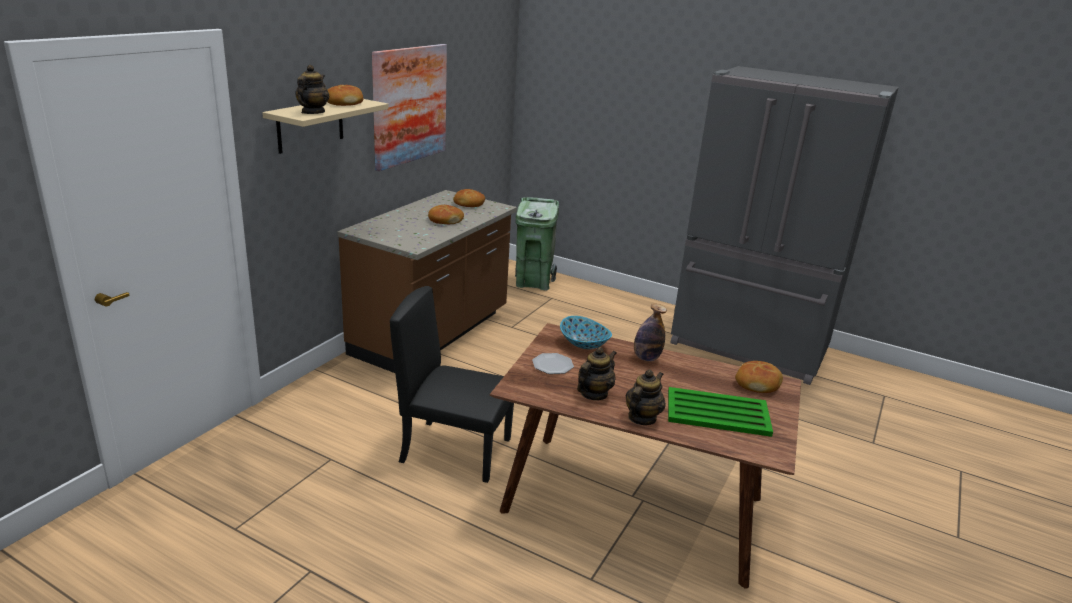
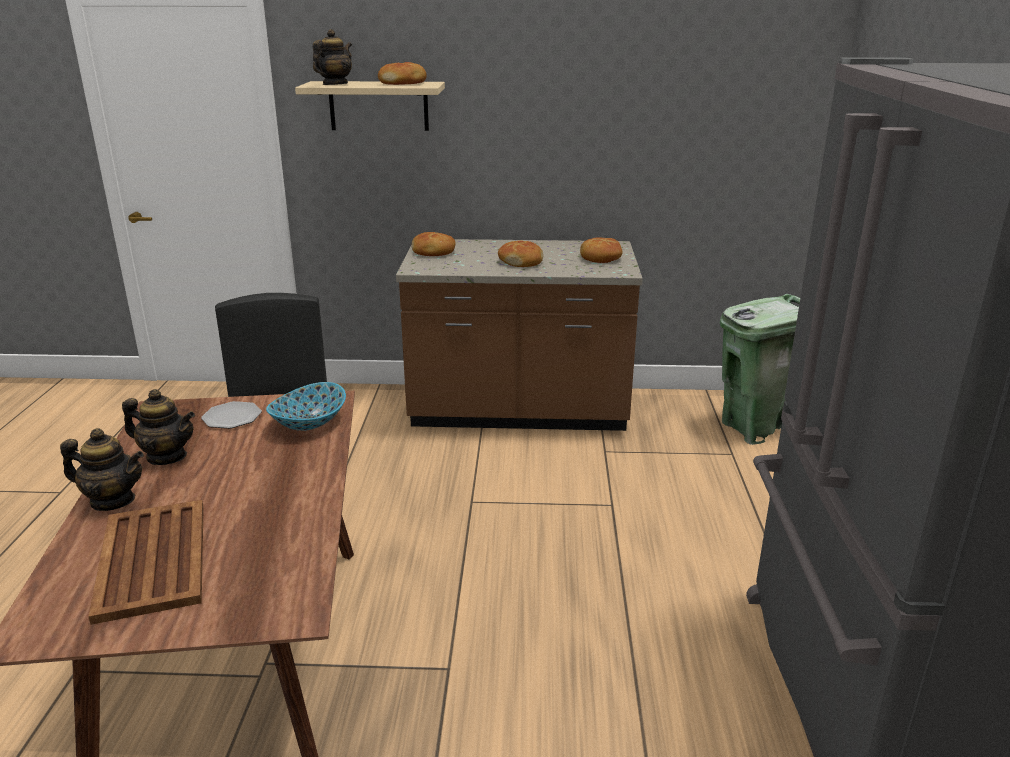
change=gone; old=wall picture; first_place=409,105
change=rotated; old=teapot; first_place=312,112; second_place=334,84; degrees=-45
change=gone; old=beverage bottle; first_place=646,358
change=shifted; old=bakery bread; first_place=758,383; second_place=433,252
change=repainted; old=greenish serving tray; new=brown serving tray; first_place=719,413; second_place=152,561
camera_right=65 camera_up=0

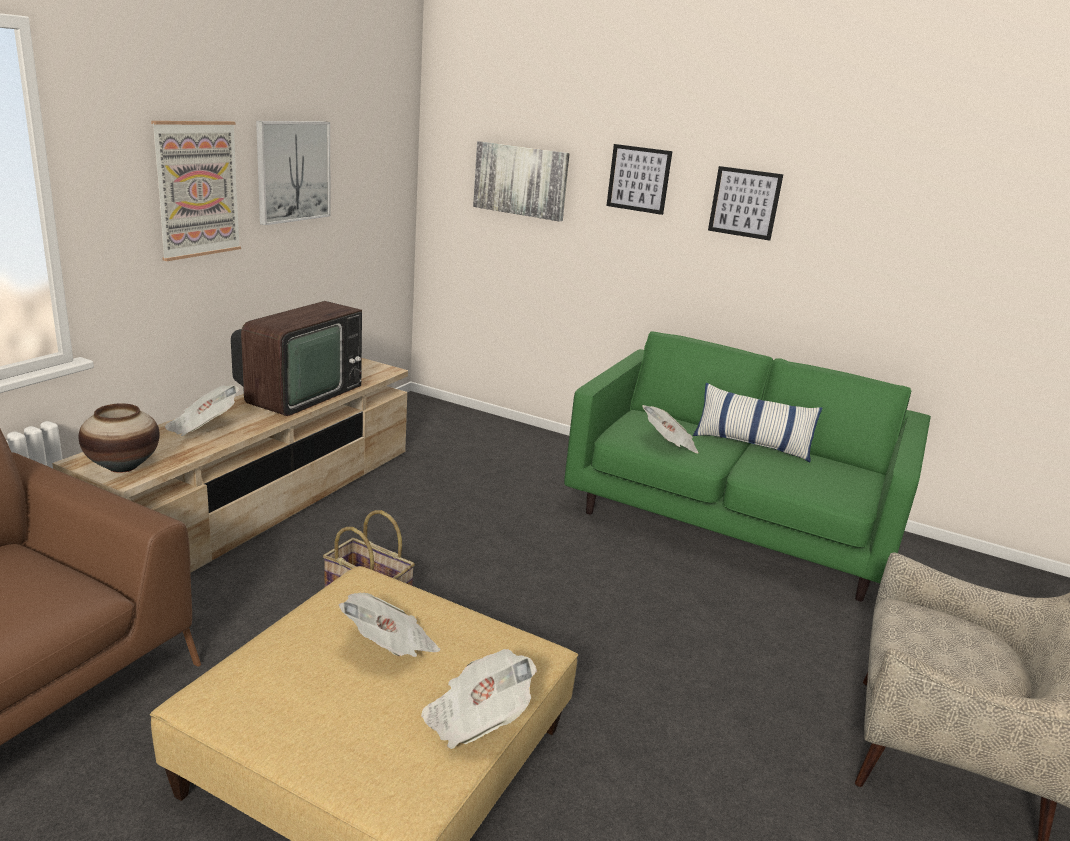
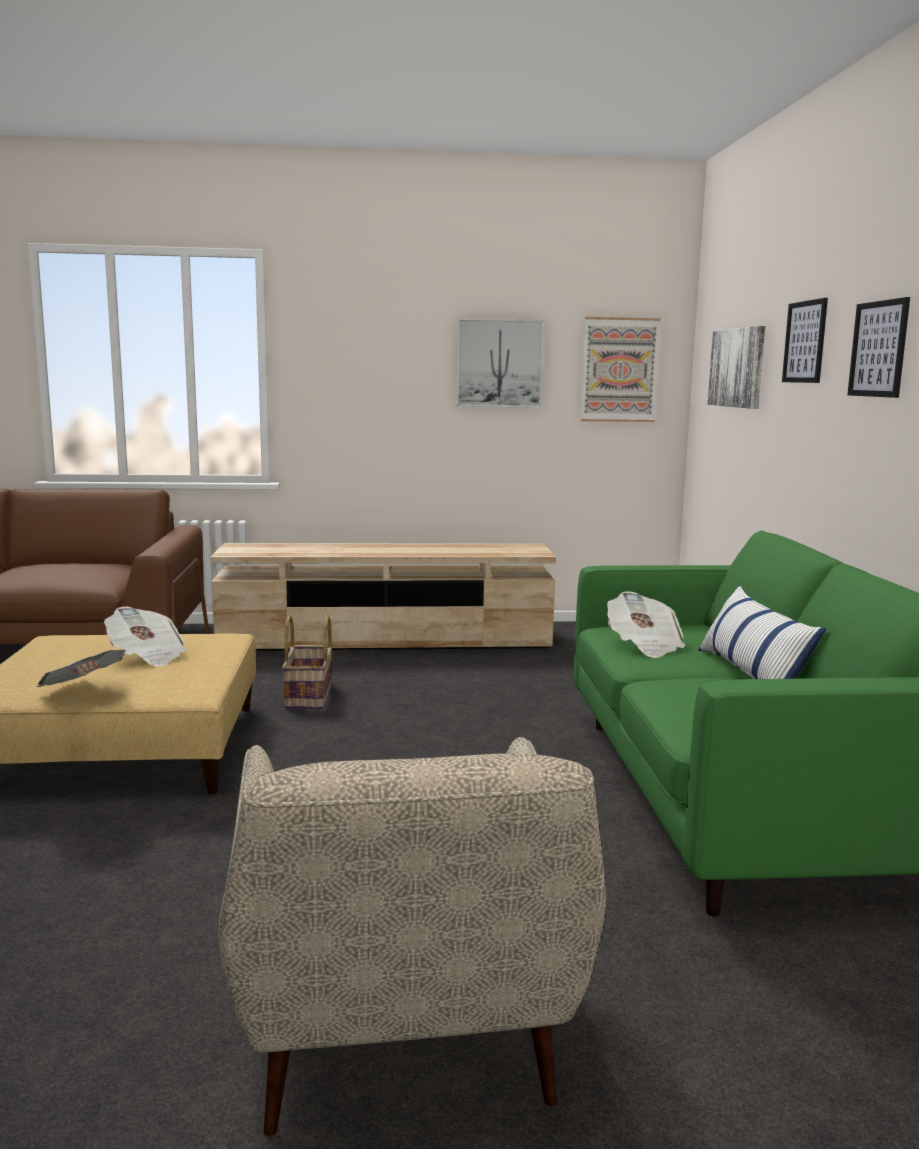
change=shifted; old=wall picture; first_place=197,189; second_place=619,370
change=gone; old=TV set; first_place=298,394
change=gone; old=printed paper; first_place=203,427
change=gone; old=flower vase; first_place=122,467
camera_right=60 camera_up=-10

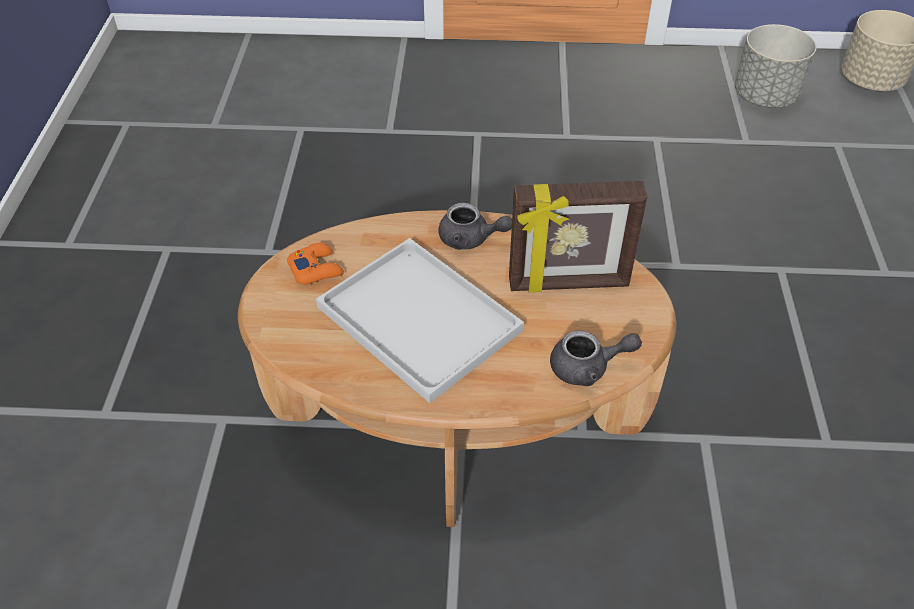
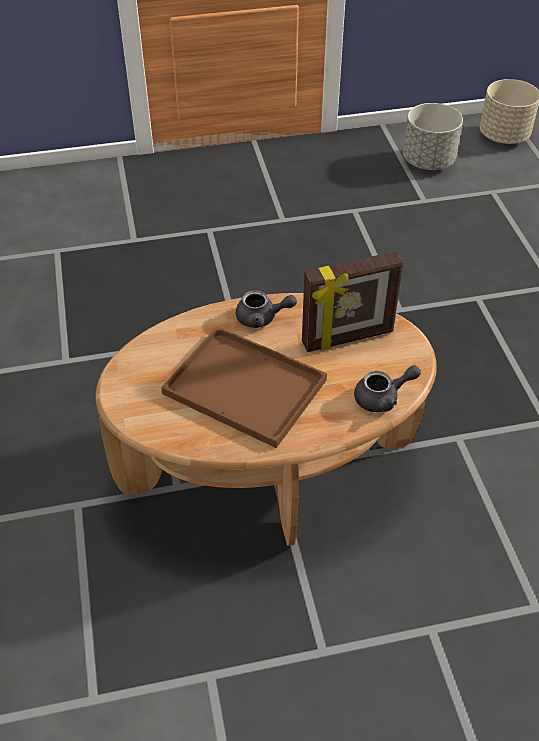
change=repainted; old=white serving tray; new=brown serving tray; first_place=415,318; second_place=241,387
change=gone; old=orange gamepad; first_place=316,269
camera_right=-15 camera_up=0

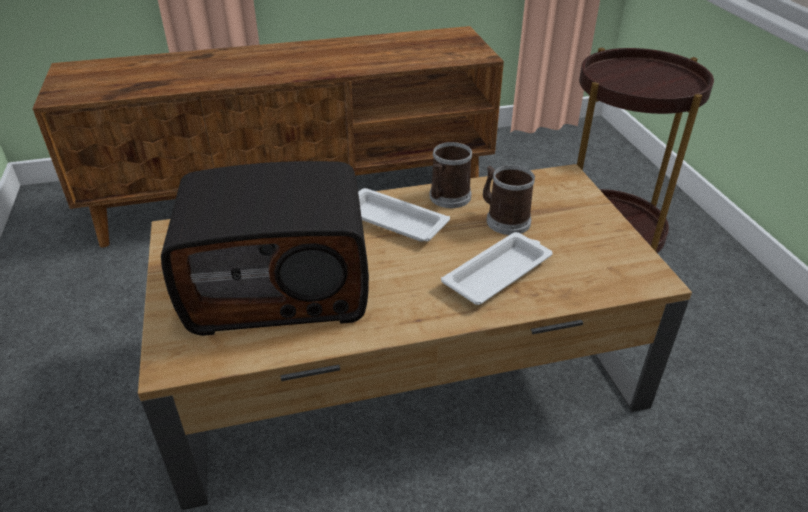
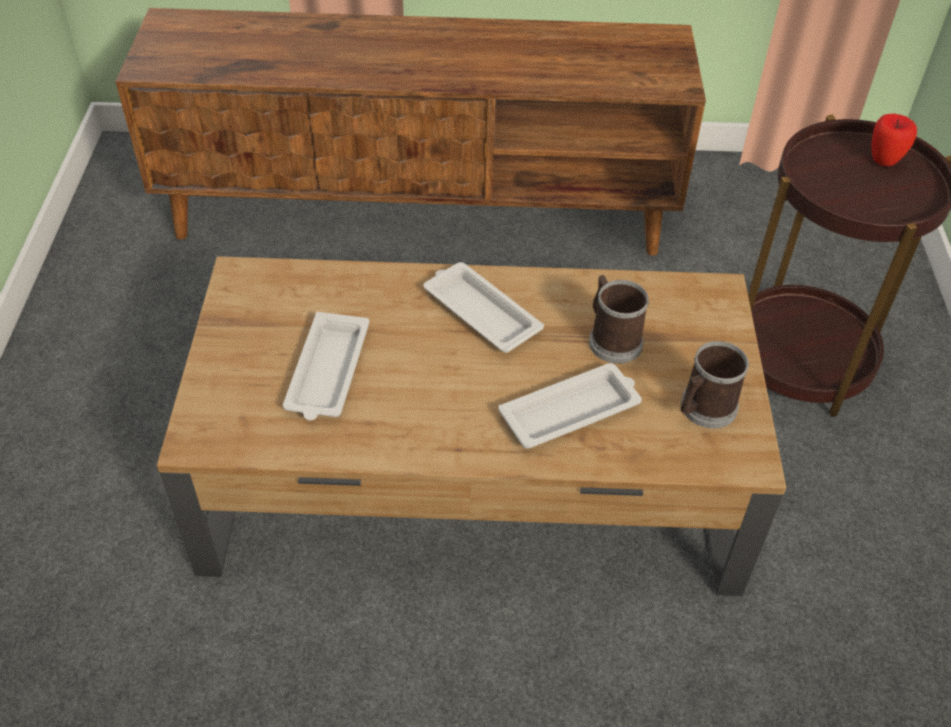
change=shifted; old=mug; first_place=447,198; second_place=704,409
change=swapped; old=radio; new=white serving tray; first_place=280,286; second_place=327,373
change=new; new=apple; second_place=884,160
camera_right=15 camera_up=10

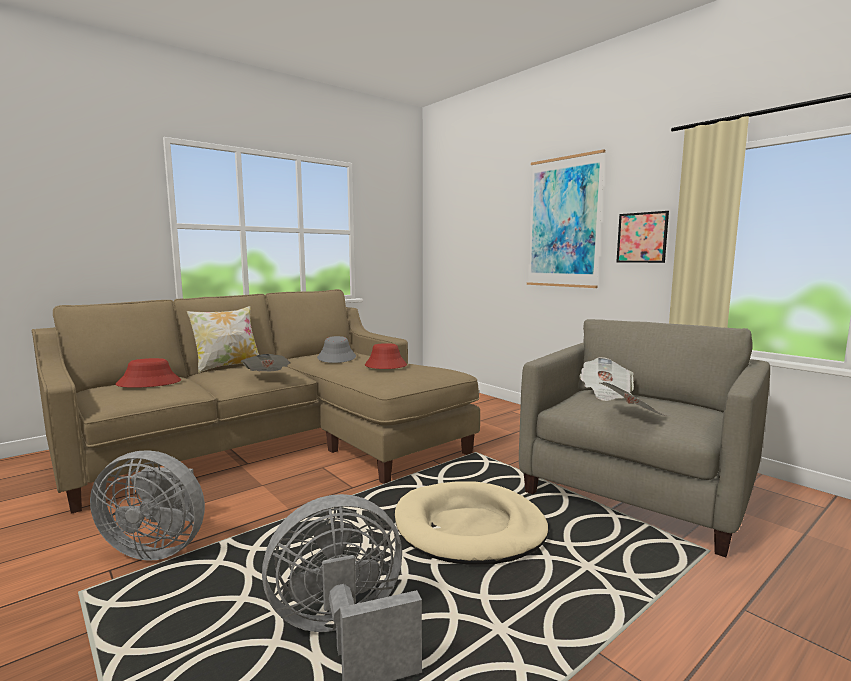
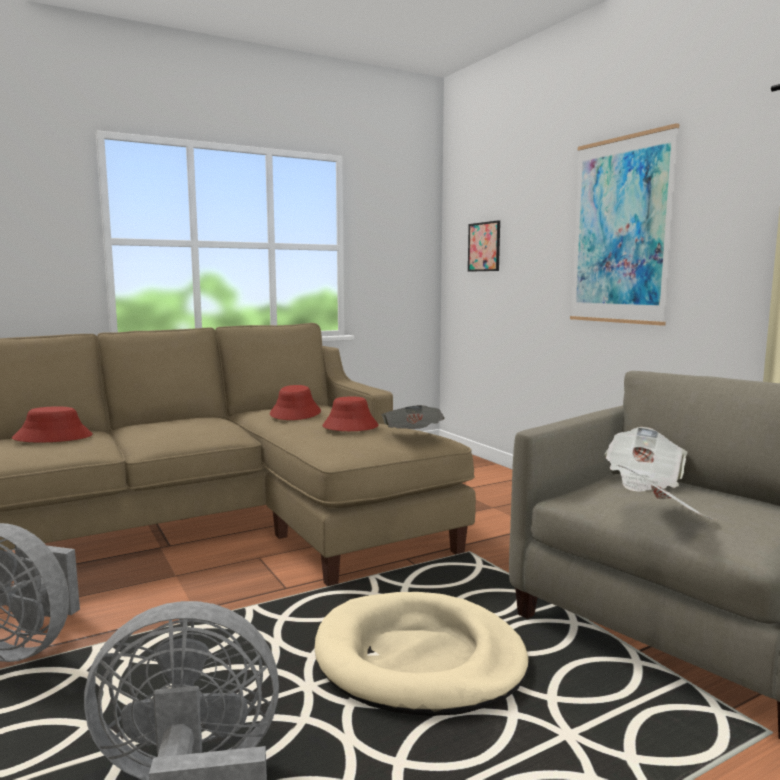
change=shifted; old=wall picture; first_place=642,237; second_place=484,246
change=gone; old=pillow; first_place=227,366
change=repainted; old=gray hat; new=red-coloured hat; first_place=337,357; second_place=295,413
change=shifted; old=printed paper; first_place=267,376; second_place=413,436
camera_right=10 camera_up=0

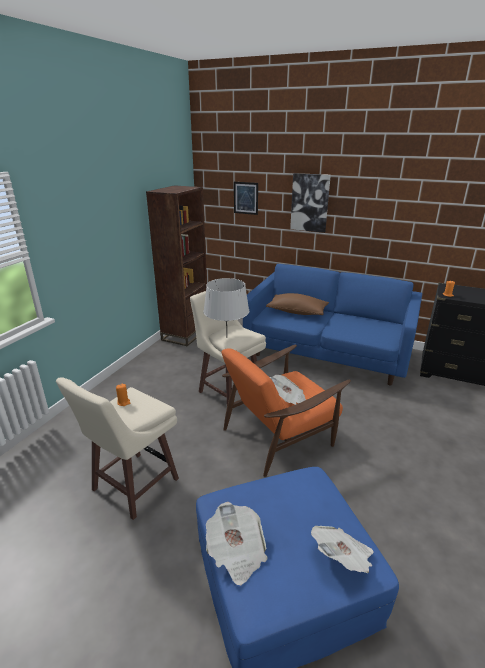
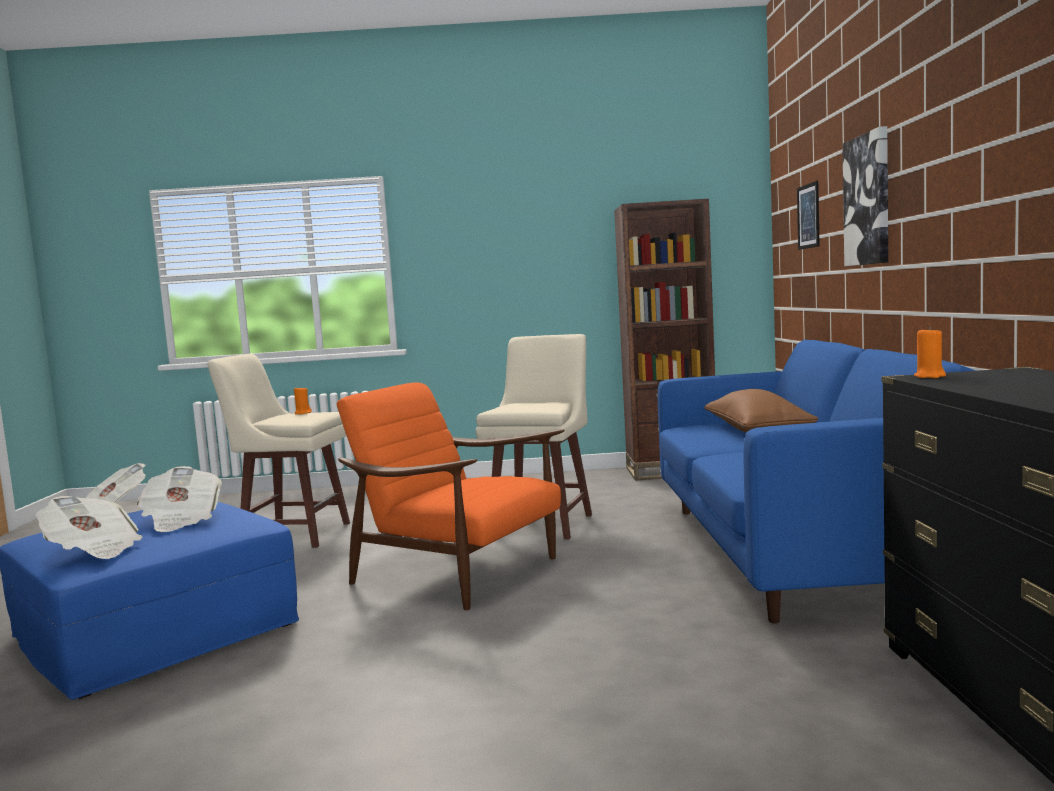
change=gone; old=gray lamp for a table; first_place=227,338
change=shifted; old=printed paper; first_place=288,399; second_place=181,520
camera_right=65 camera_up=-20

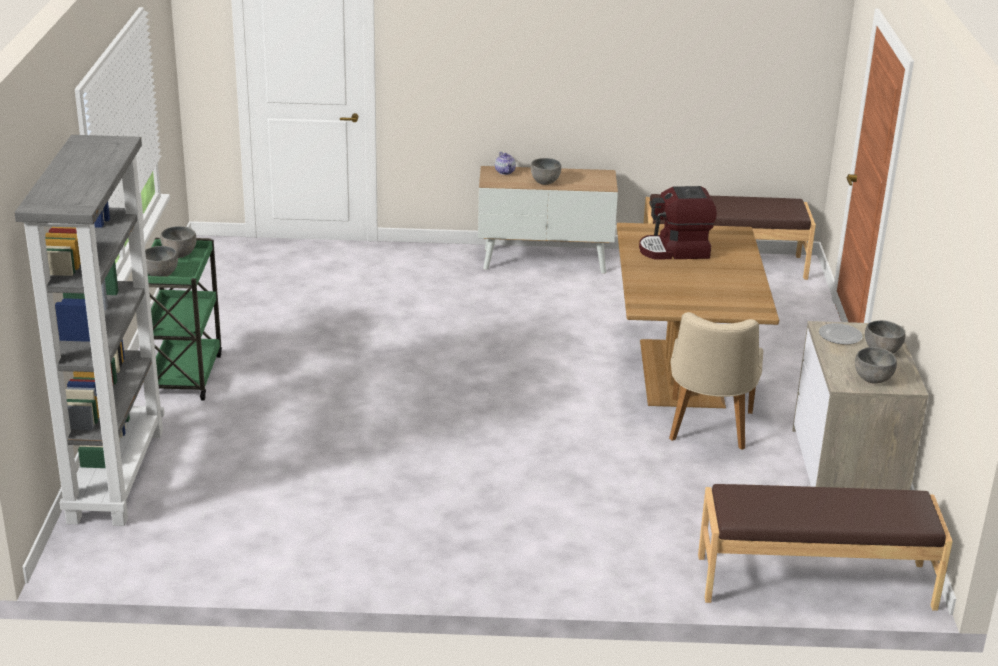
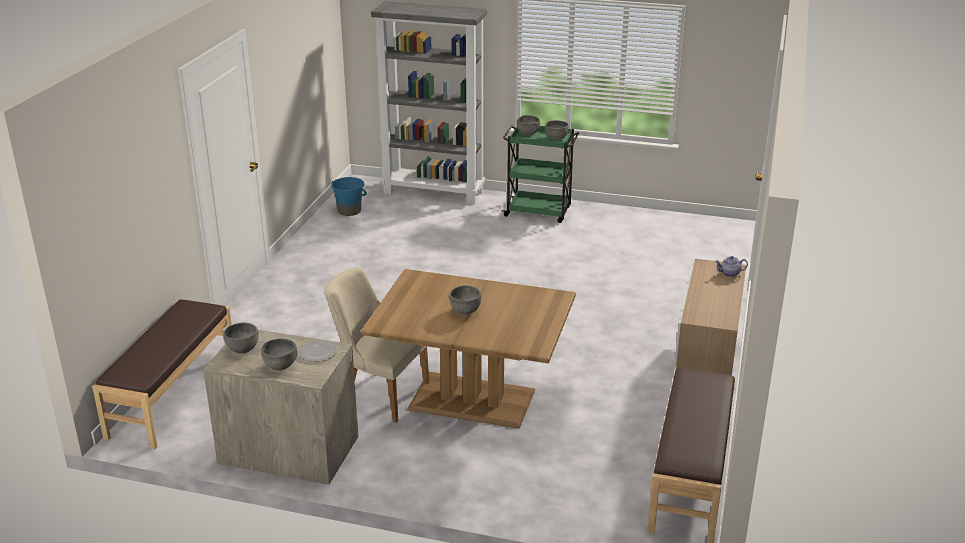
change=shifted; old=gray deep dish; first_place=545,182; second_place=465,311
change=gone; old=coffee machine; first_place=675,251
change=new; new=blue-coloured pail; second_place=349,211
camera_right=105 camera_up=0

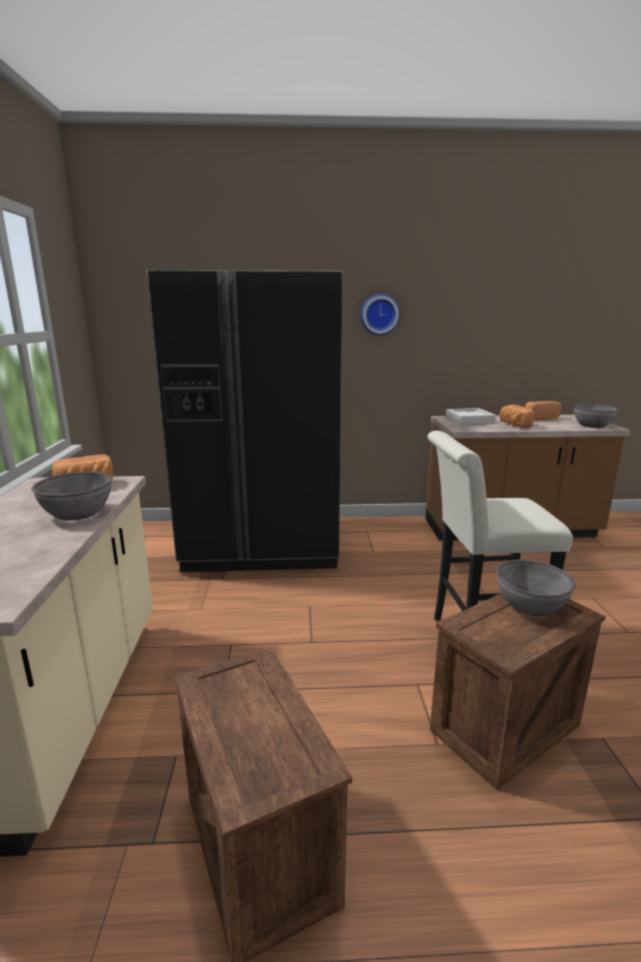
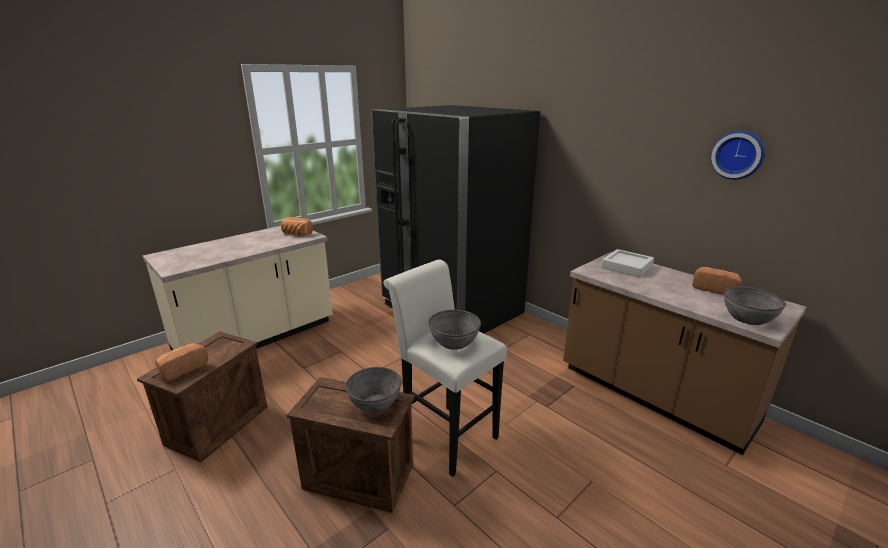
change=shifted; old=hanging clock; first_place=379,314; second_place=738,155
change=shifted; old=bakery bread; first_place=513,425; second_place=182,369
change=shifted; old=gray deep dish; first_place=78,513; second_place=454,342
camera_right=50 camera_up=5

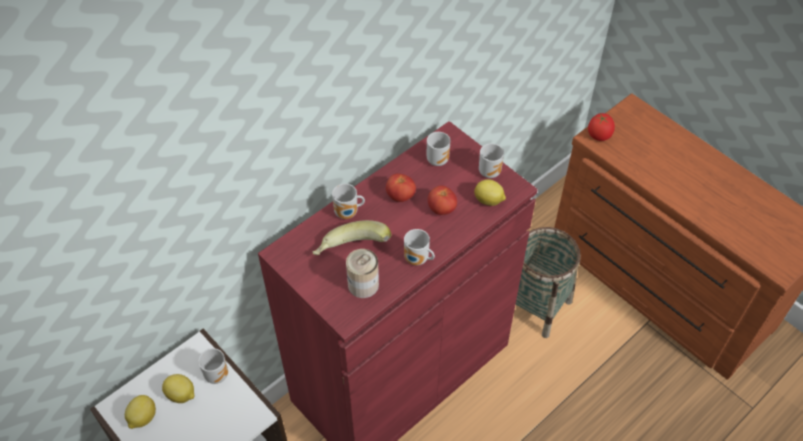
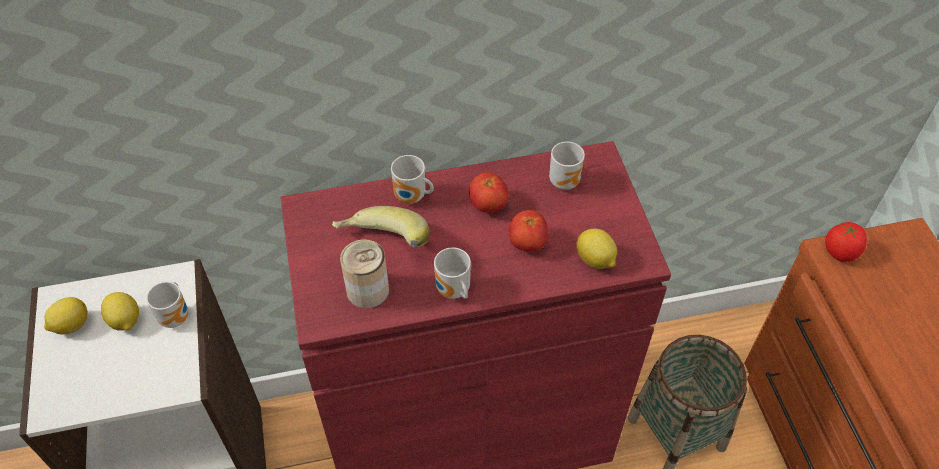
change=gone; old=mug; first_place=490,171
camera_right=30 camera_up=0

